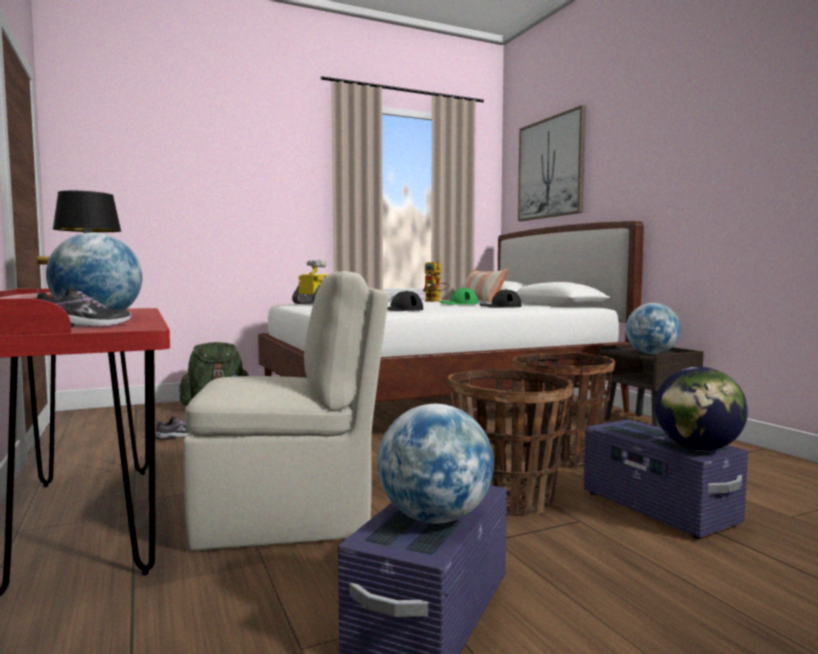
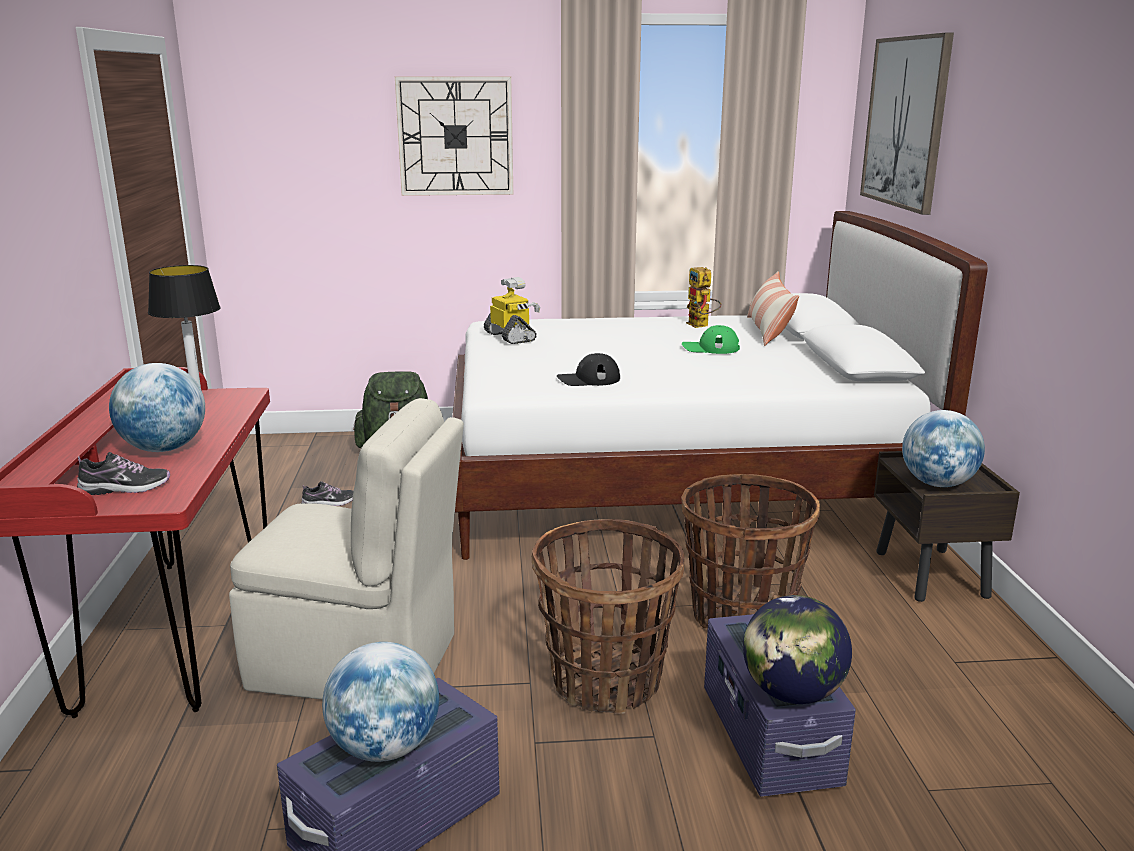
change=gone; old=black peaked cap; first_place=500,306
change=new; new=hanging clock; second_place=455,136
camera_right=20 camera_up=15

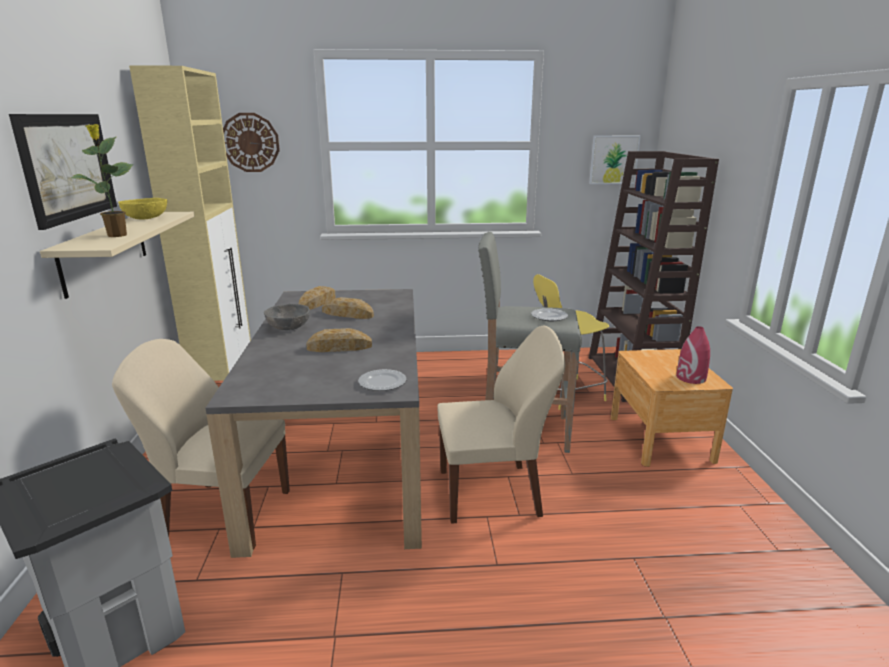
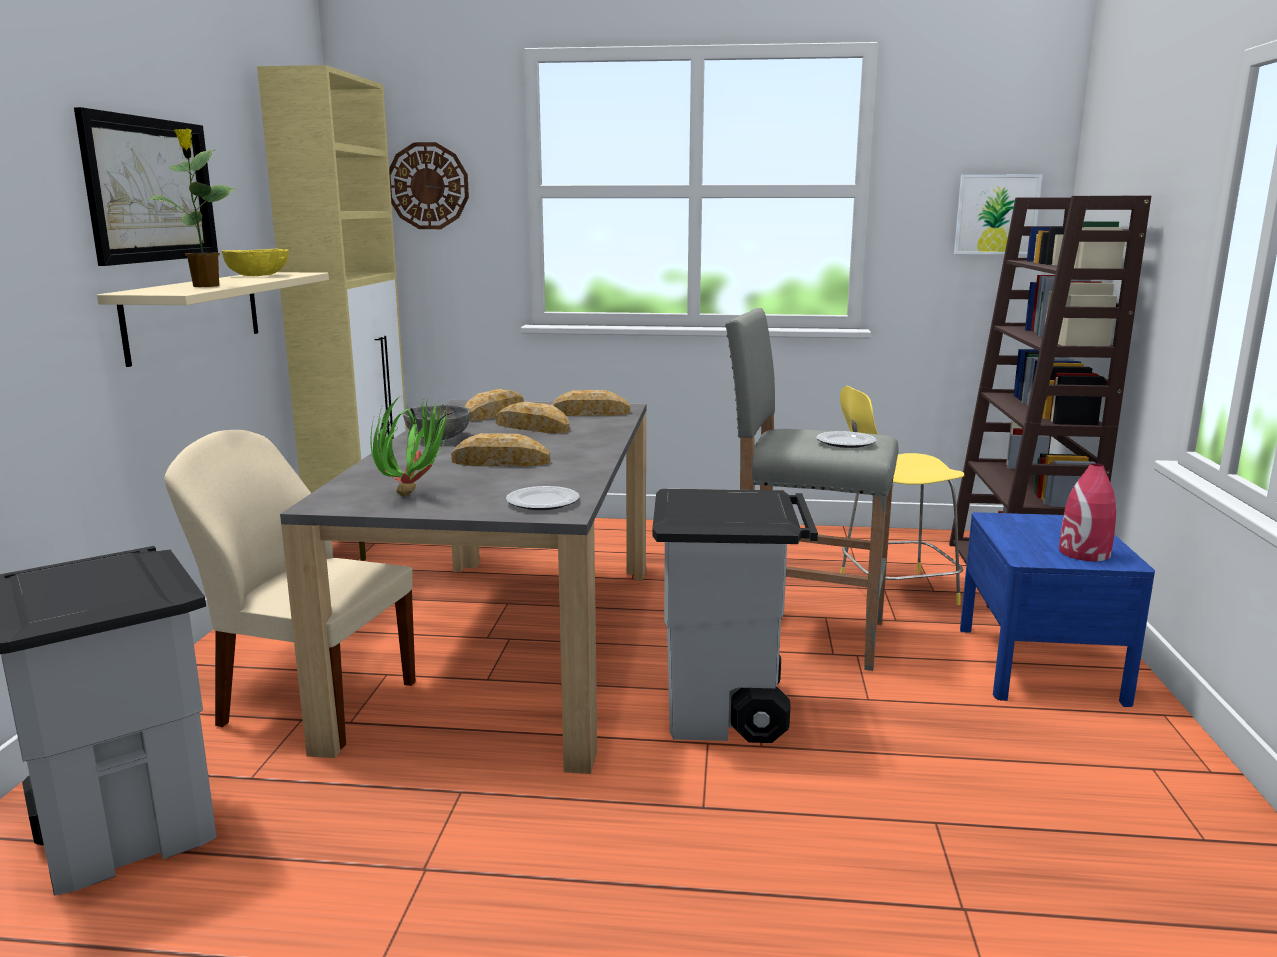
change=swapped; old=sand-coloured plain chair; new=gray trash can; first_place=492,493; second_place=726,713
change=repainted; old=brown night table; new=blue-coloured night table; first_place=660,438; second_place=1039,664
change=new; new=bakery bread; second_place=590,413
change=new; new=potted plant; second_place=416,493
camera_right=10 camera_up=-5

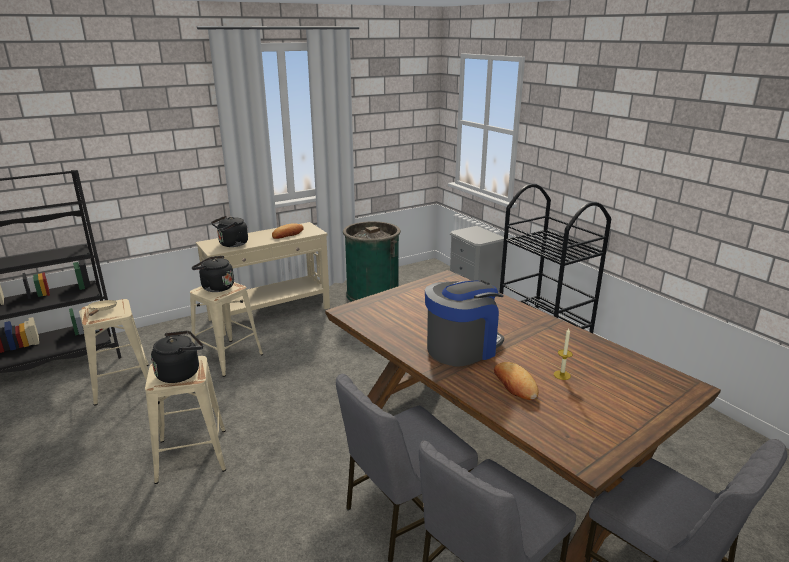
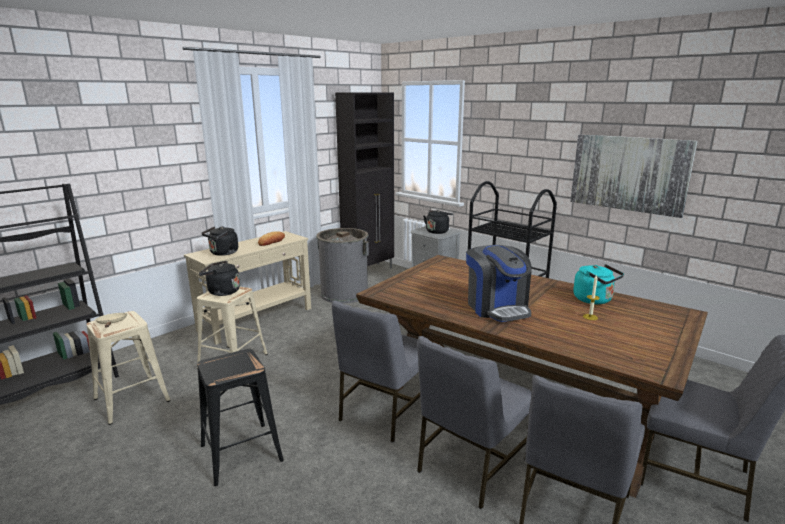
change=repainted; old=greenish trash can; new=gray trash can; first_place=372,294; second_place=344,293
change=rotated; old=coffee machine; first_place=462,348; second_place=497,307; degrees=120
change=shifted; old=black water kettle; first_place=181,373; second_place=437,231
change=repainted; old=sand-coloured stool seat; new=black stool seat; first_place=192,454; second_place=241,452
change=gone; old=bakery bread; first_place=515,385
change=new; new=black cupboard; second_place=369,271
change=new; new=wall picture; second_place=628,173
change=new; new=blue-green water kettle; second_place=595,300
change=new; new=gray plain chair; second_place=384,411
camera_right=-15 camera_up=-5

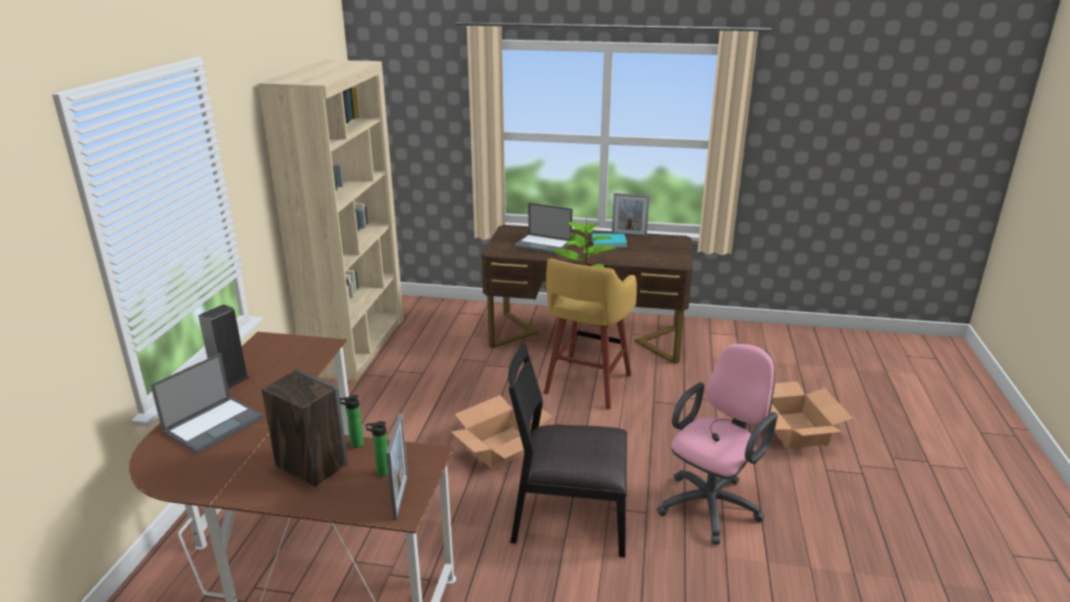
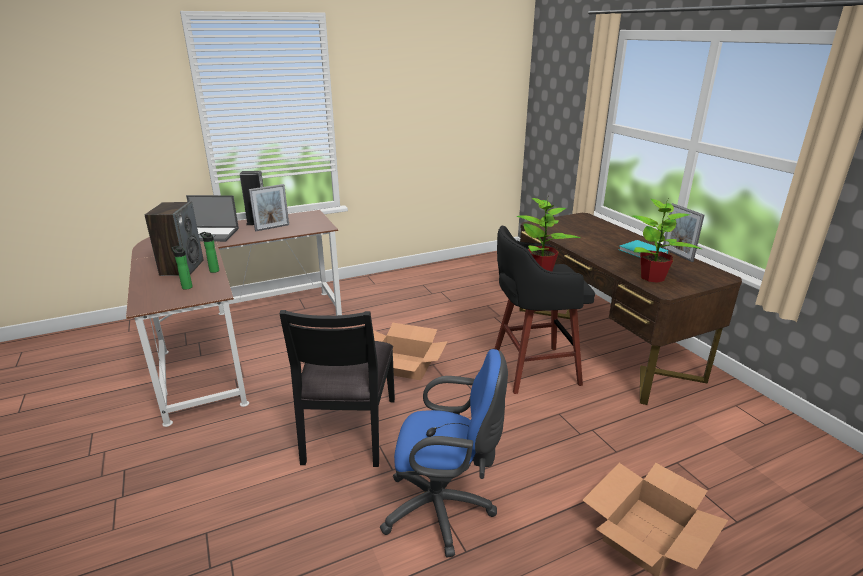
change=gone; old=sand-coloured bookshelf; first_place=357,345
change=gone; old=portable computer; first_place=543,244
change=repainted; old=yellow-coloured stool seat; new=black stool seat; first_place=586,385; second_place=532,369
change=rotated; old=black plain chair; first_place=569,518; second_place=348,430; degrees=-150
change=repainted; old=pinkish computer chair; new=blue-coloured computer chair; first_place=712,504; second_place=443,509
change=shifted; old=picture frame; first_place=400,497; second_place=272,228
change=new; new=potted plant; second_place=652,278
camera_right=55 camera_up=0

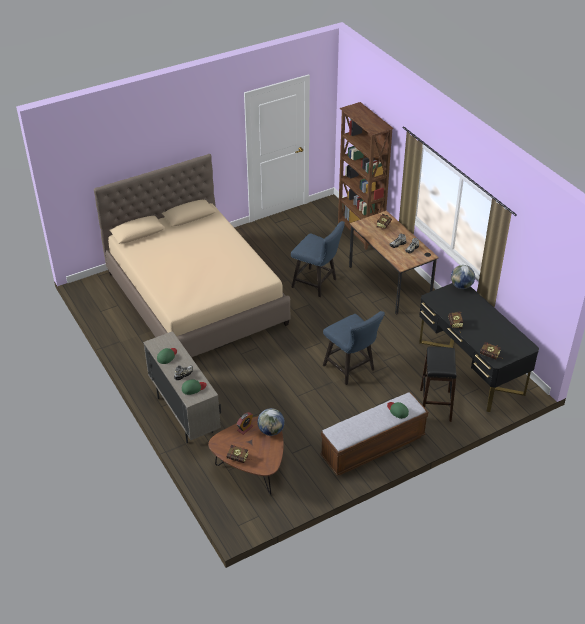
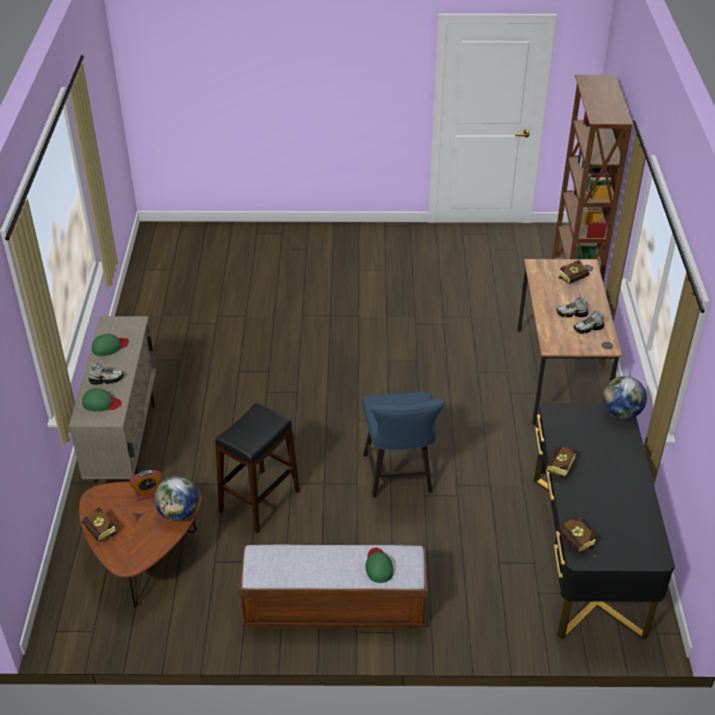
change=gone; old=sand-coloured sleeping bed; first_place=196,298
change=gone; old=blue-coloured plain chair; first_place=317,284
change=shifted; old=black stool seat; first_place=435,405; second_place=259,501
camera_right=30 camera_up=0

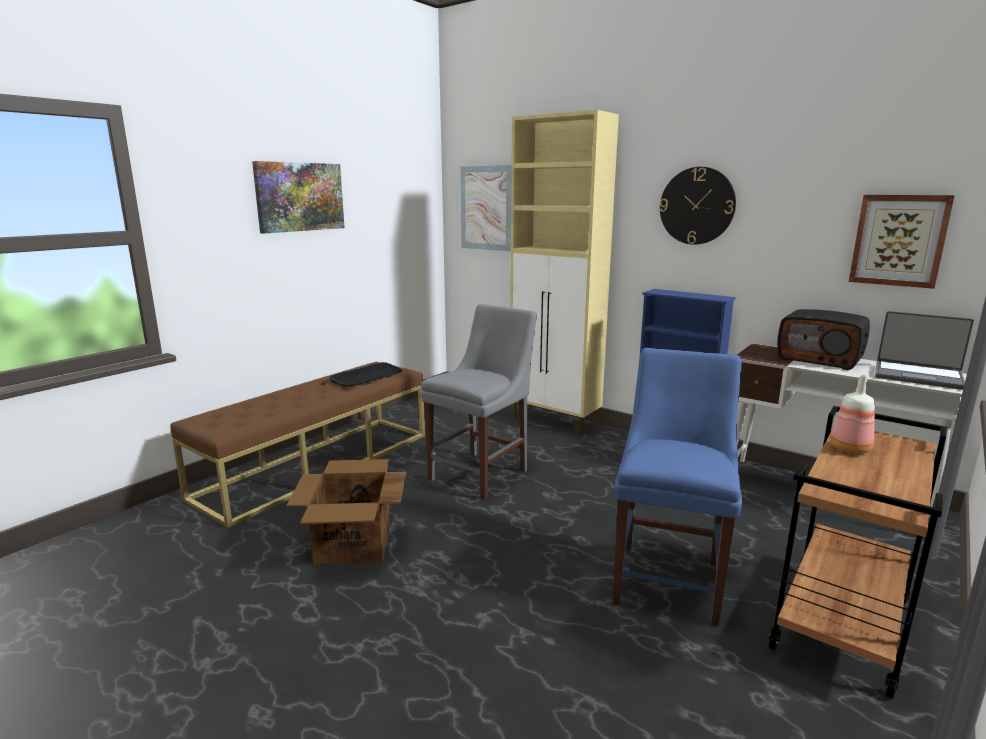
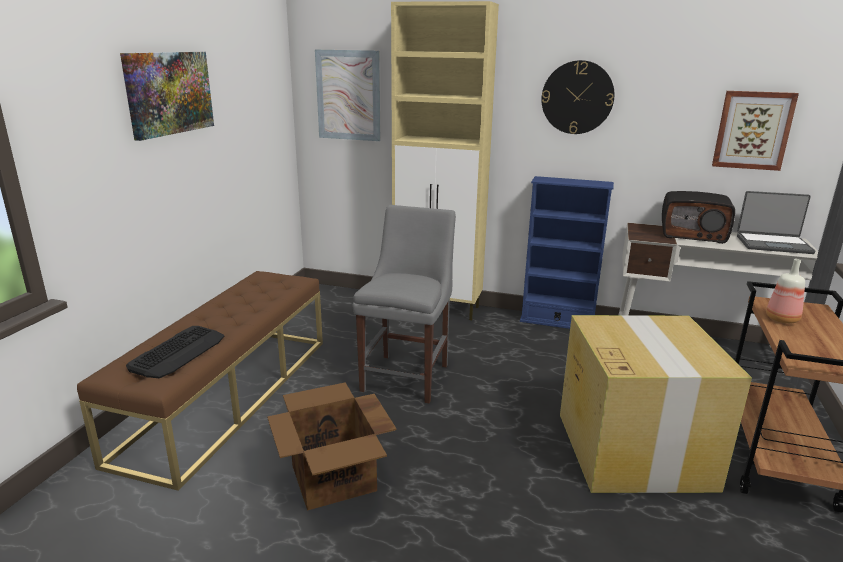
change=swapped; old=blue-coloured plain chair; new=packing box; first_place=668,578; second_place=633,449
change=shifted; old=keyboard; first_place=366,376; second_place=178,352
camera_right=-20 camera_up=5

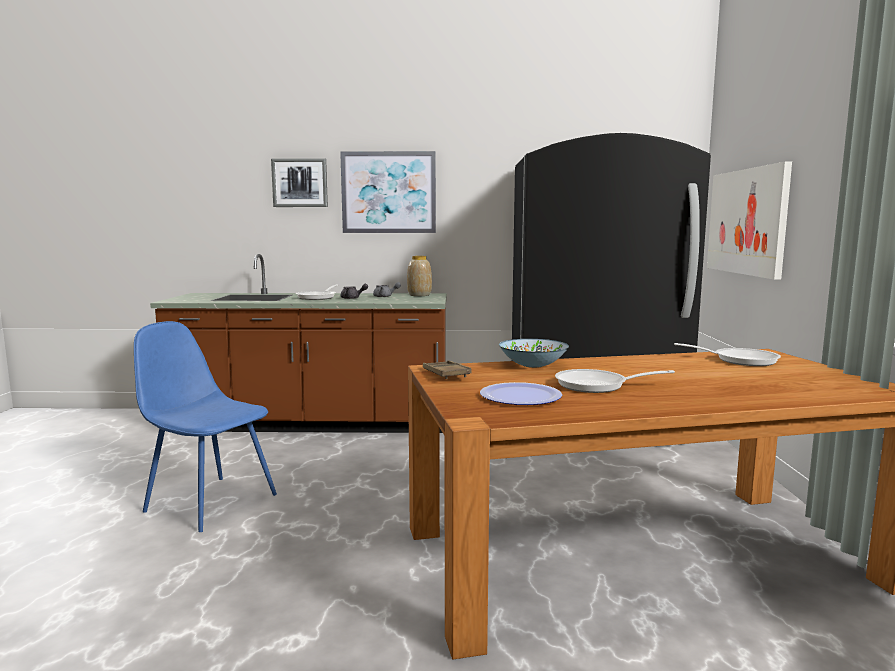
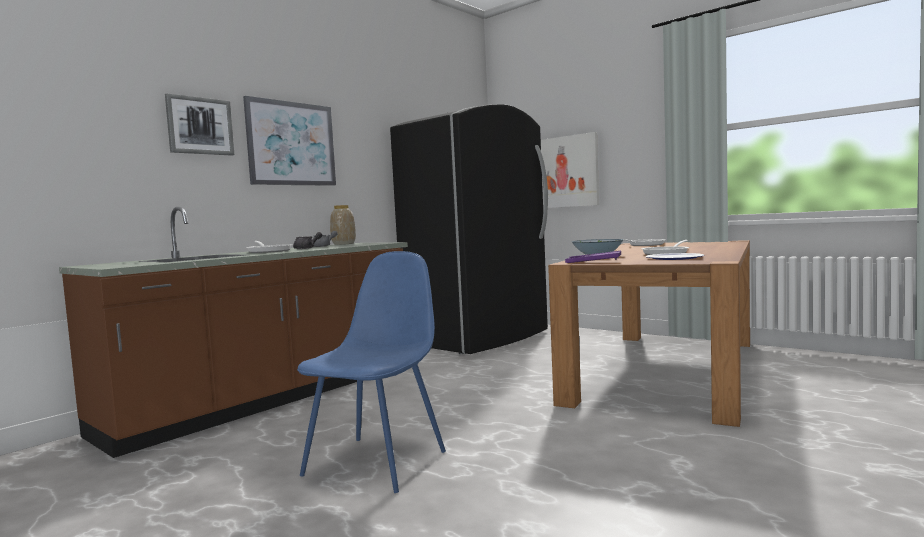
change=rotated; old=blue-coloured plain chair; first_place=209,502; second_place=378,461; degrees=135
change=repainted; old=brown serving tray; new=purplish serving tray; first_place=446,374; second_place=593,261
camera_right=-50 camera_up=-5

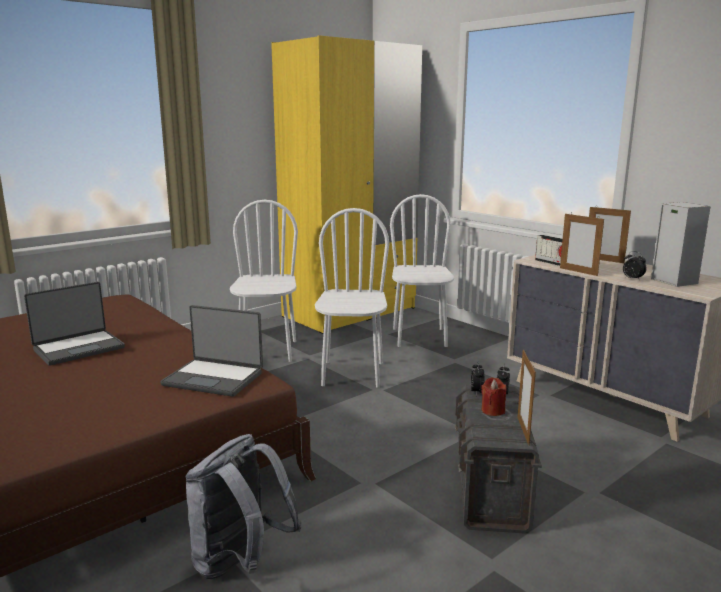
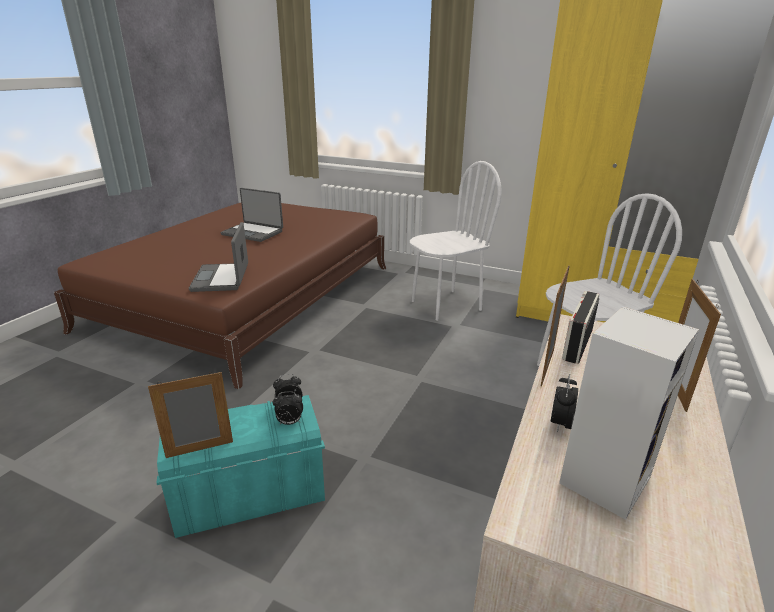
change=gone; old=white plain chair; first_place=352,374
change=gone; old=red-coloured wax light; first_place=493,410
change=repainted; old=gray storage box; new=blue-green storage box; first_place=490,490; second_place=250,496
change=gone; old=gray knapsack; first_place=240,563
camera_right=65 camera_up=10

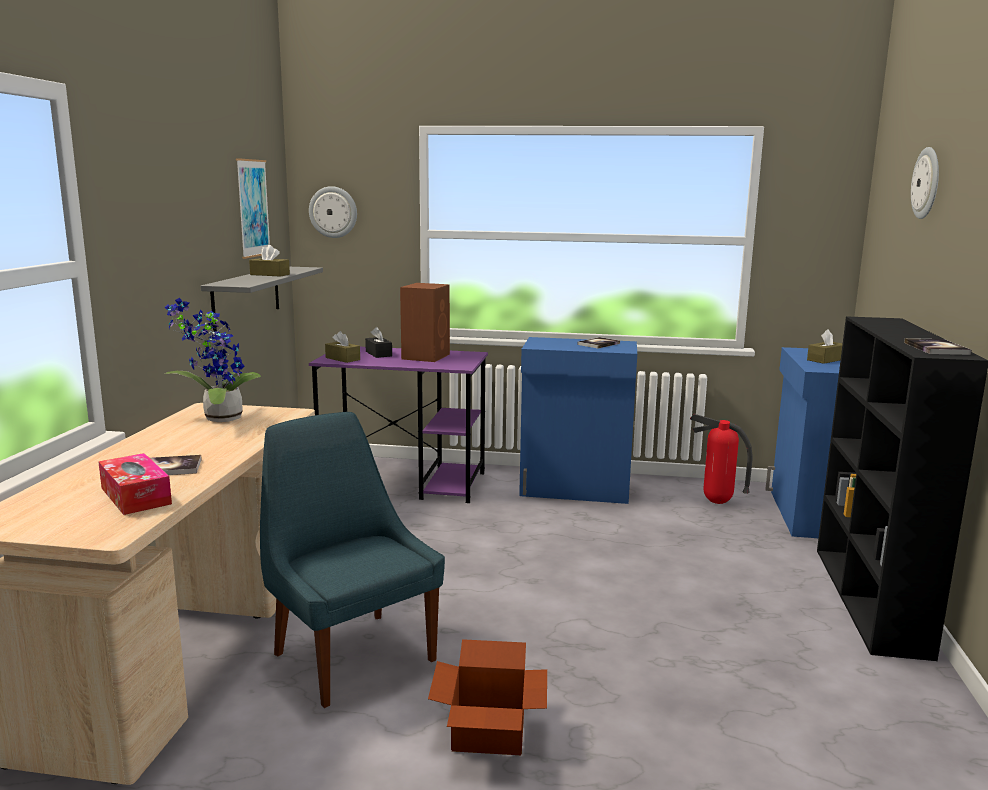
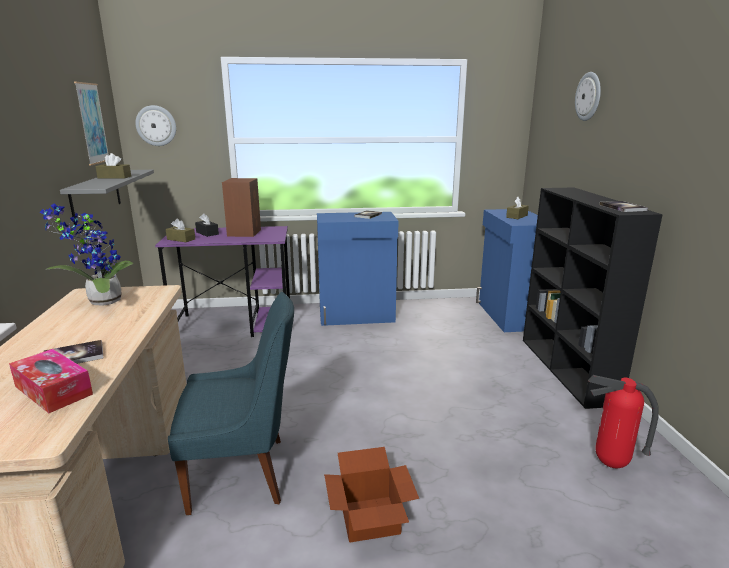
change=rotated; old=blue-coloured plain chair; first_place=351,654; second_place=243,474; degrees=135
change=shifted; old=fire extinguisher; first_place=717,503; second_place=611,465
camera_right=-15 camera_up=5

